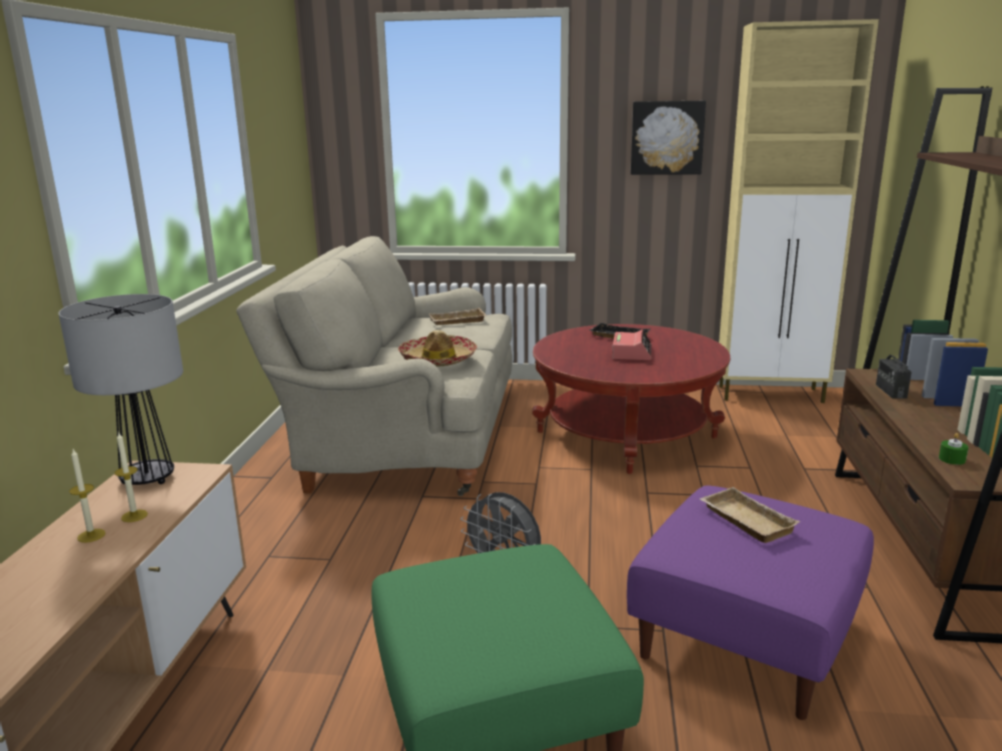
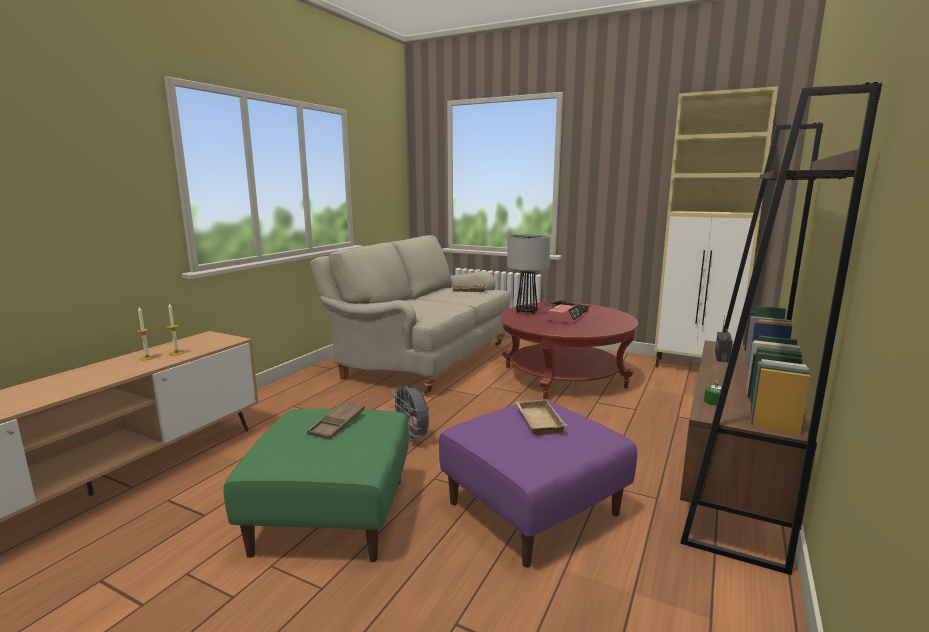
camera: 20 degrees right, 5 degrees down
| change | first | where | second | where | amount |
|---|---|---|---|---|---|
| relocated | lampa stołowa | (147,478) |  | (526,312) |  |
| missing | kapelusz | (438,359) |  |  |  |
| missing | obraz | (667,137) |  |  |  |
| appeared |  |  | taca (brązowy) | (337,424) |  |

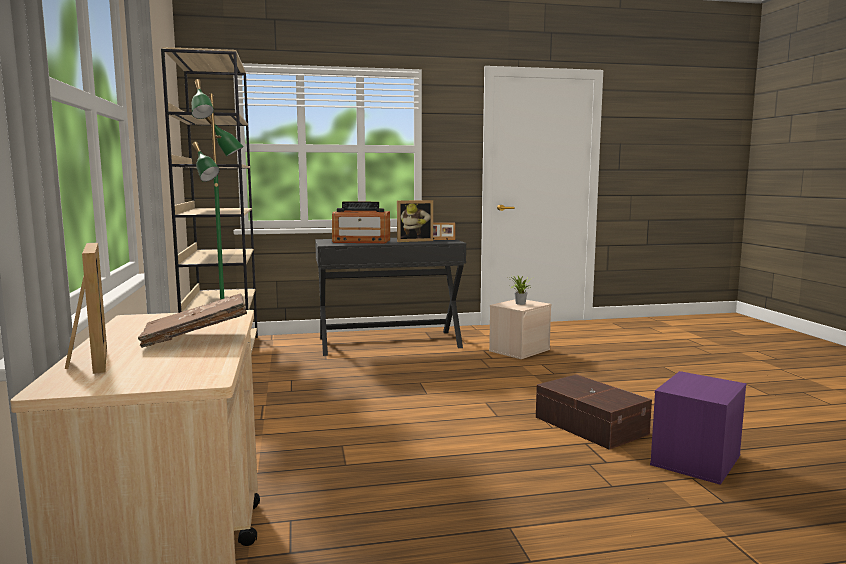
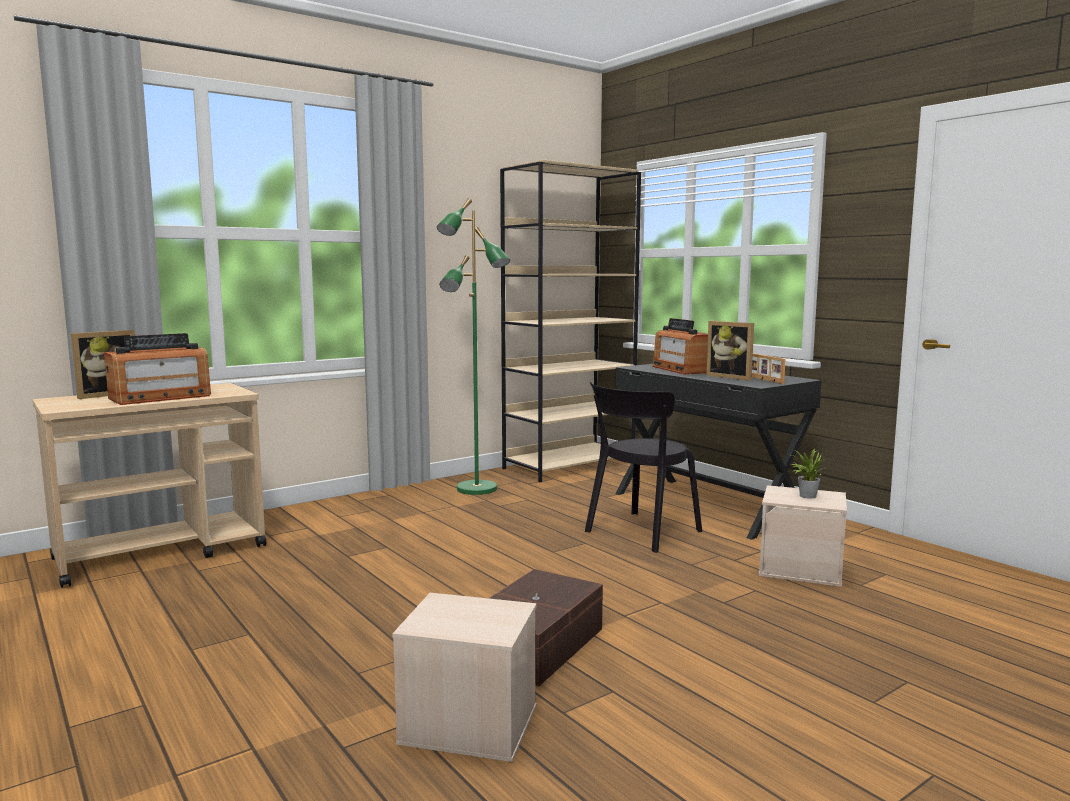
camera: 65 degrees right, 0 degrees up
| change | first | where | second | where | amount |
|---|---|---|---|---|---|
| exchanged | książka (brązowy) | (196,338) | radio | (160,397) |  |
| colour | pojemnik do przechowywania (fioletowy) | (696,461) | pojemnik do przechowywania (beżowy) | (467,725) |  |
| appeared |  |  | krzesło (czarny) | (640,533) |  |

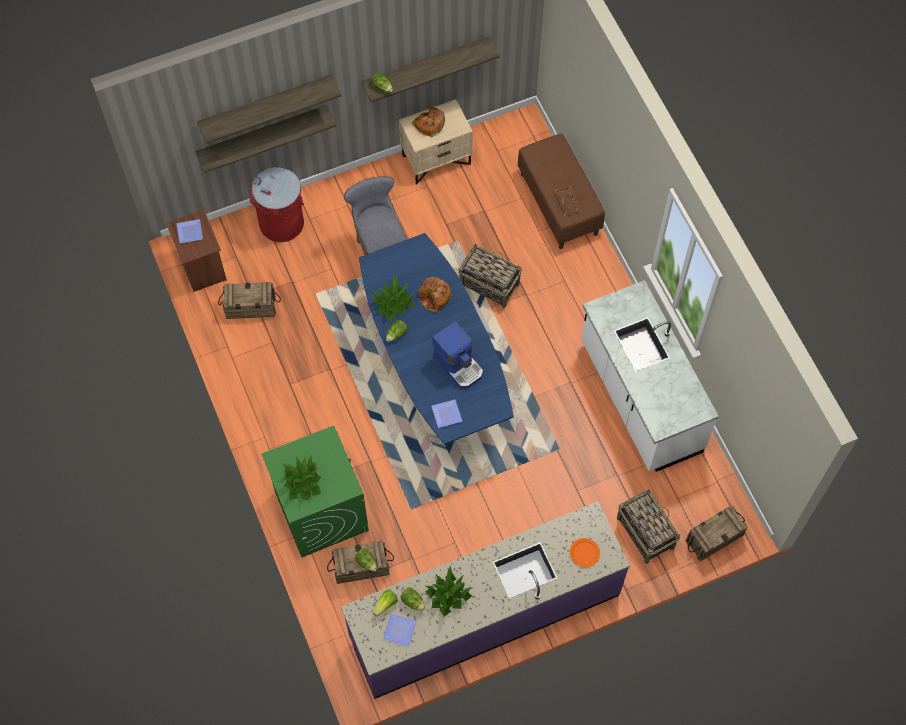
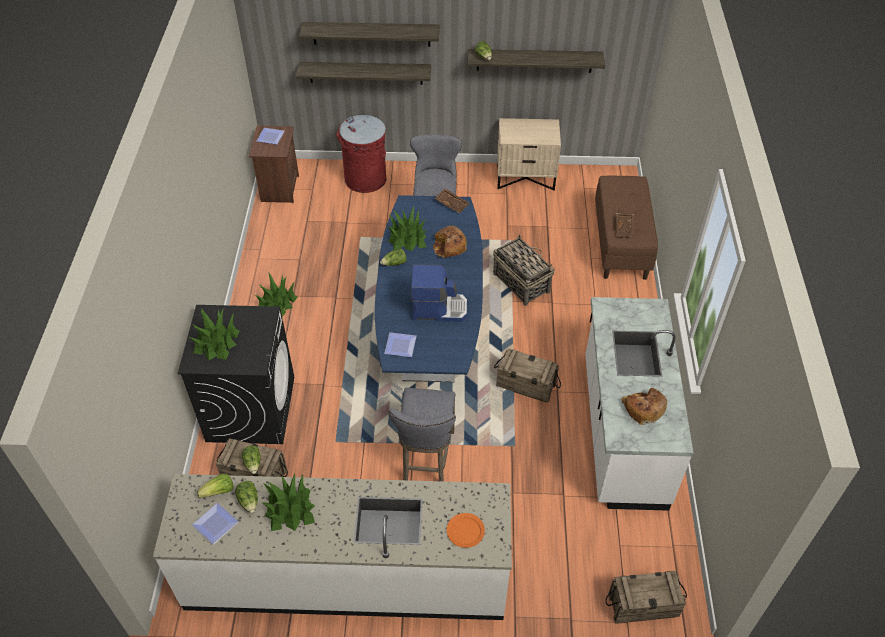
camera: 25 degrees right, 15 degrees down
| change | first | where | second | where | amount |
|---|---|---|---|---|---|
| relocated | skrzynka | (250,307) |  | (525,385) |  |
| colour | pralka (zielony) | (321,510) | pralka (czarny) | (251,408) |  |
| colour | zabudowa kuchenna (fioletowy) | (484,616) | zabudowa kuchenna (biały) | (347,576) |  |
| relocated | chleb | (429,124) |  | (643,408) |  |
| spun | ekspres do kawy | (459,364) |  | (439,308) | 75 degrees counterclockwise |
| missing | koszyk | (645,532) |  |  |  |
| appeared |  |  | roślina doniczkowa | (277,302) |  |
| appeared |  |  | stołek (szary) | (426,460) |  |
| appeared |  |  | taca (brązowy) | (452,204) |  |

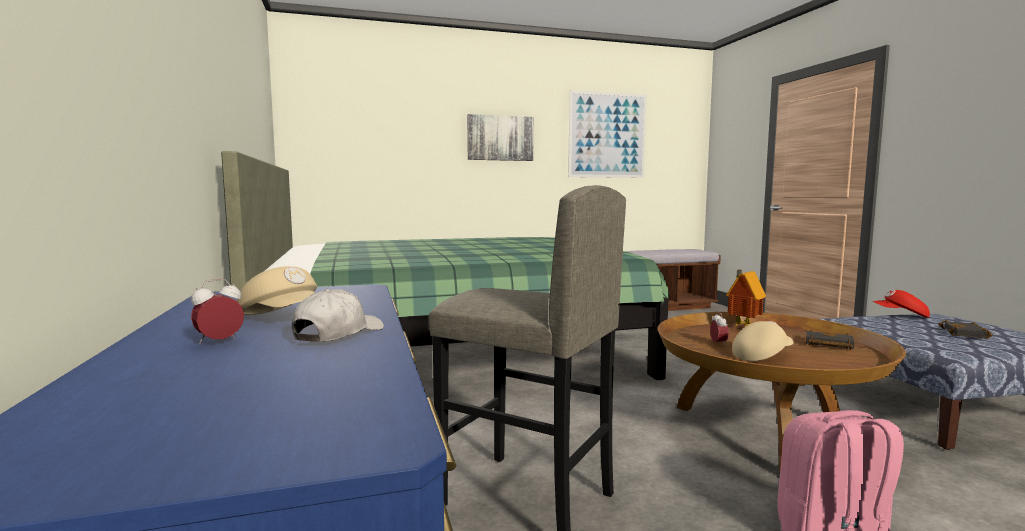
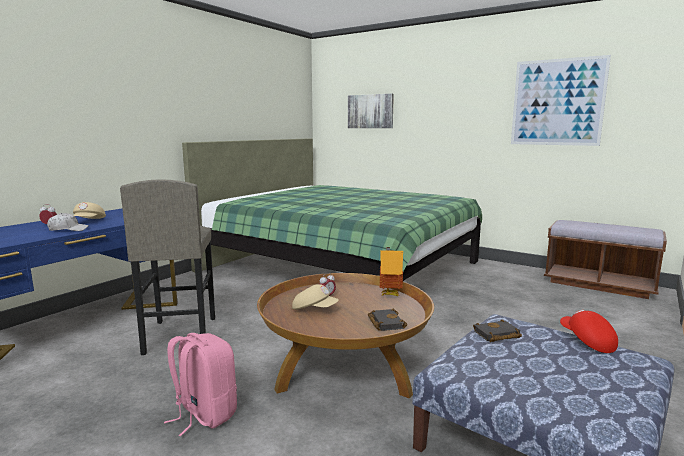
camera: 50 degrees right, 5 degrees up
| change | first | where | second | where | amount |
|---|---|---|---|---|---|
| relocated | obraz | (500,138) |  | (370,111) |  |
| relocated | książka (czarny) | (966,334) |  | (496,335) |  |

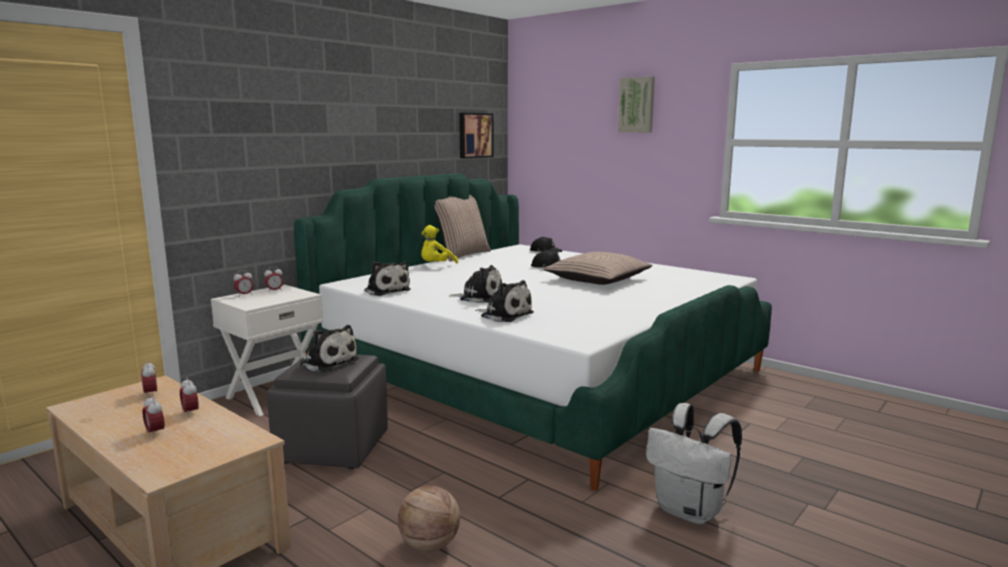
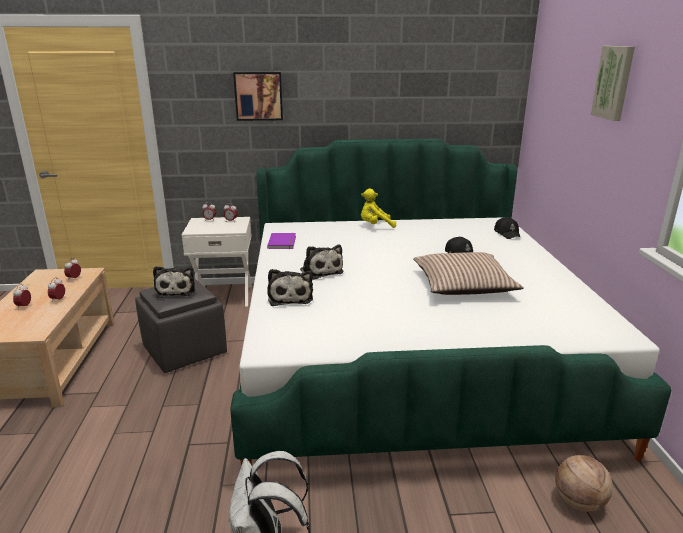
camera: 45 degrees right, 10 degrees up
| change | first | where | second | where | amount |
|---|---|---|---|---|---|
| exchanged | pluszak | (386,291) | książka (fioletowy) | (283,242) |  |
| relocated | piłka do koszykówki | (429,545) |  | (578,502) |  |
| missing | poduszka | (461,255) |  |  |  |
| relocated | obraz | (474,135) |  | (258,96) |  |

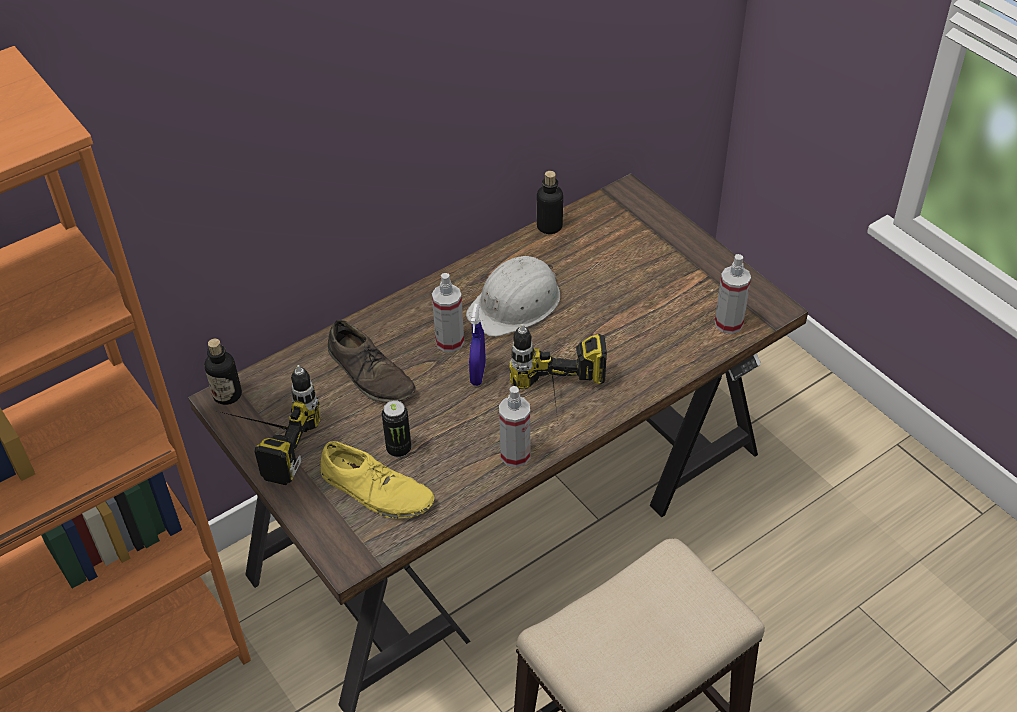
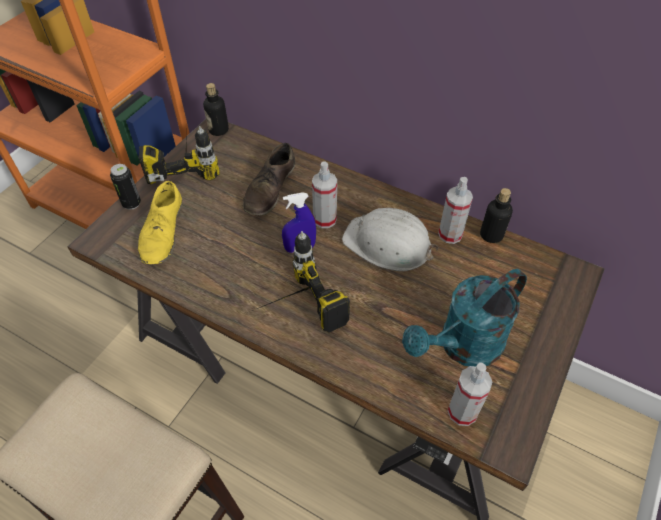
camera: 65 degrees right, 5 degrees up
| change | first | where | second | where | amount |
|---|---|---|---|---|---|
| relocated | puszka | (399,449) |  | (131,203) |  |
| relocated | spryskiwacz | (515,455) |  | (450,234) |  |
| appeared |  |  | konewka (turkusowy) | (462,346) |  |

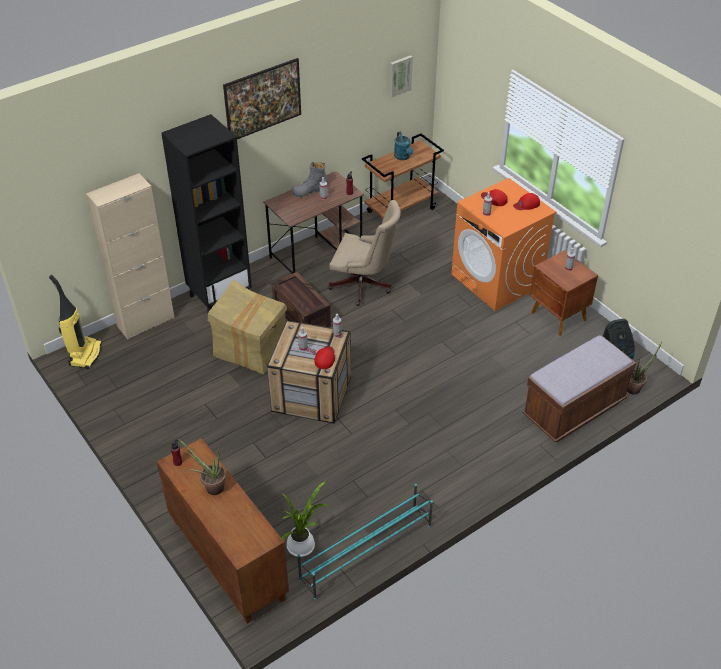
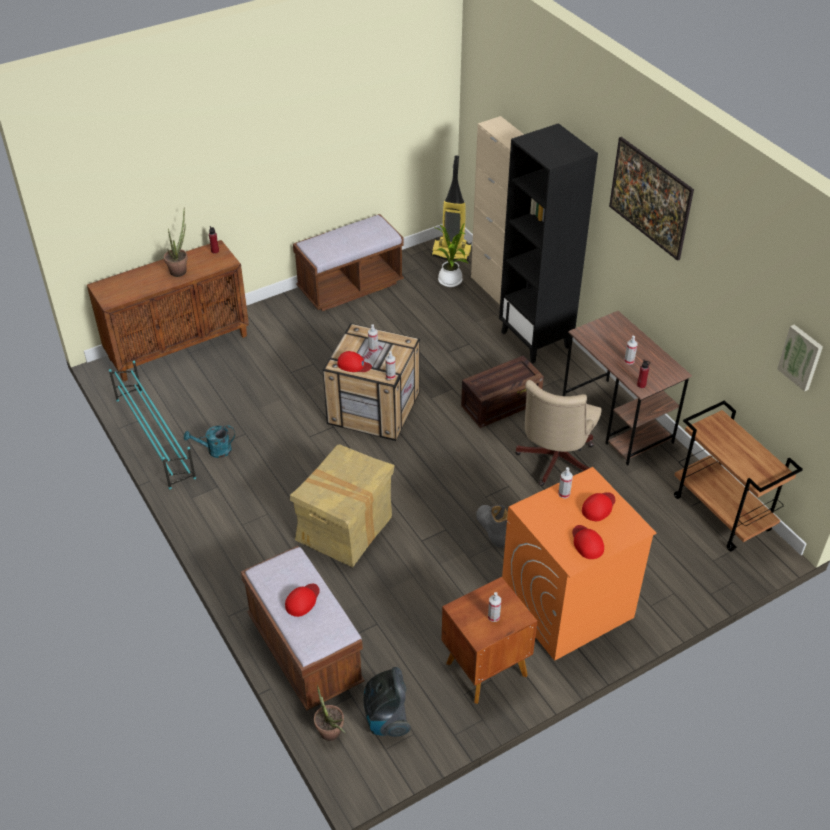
camera: 95 degrees right, 0 degrees up
| change | first | where | second | where | amount |
|---|---|---|---|---|---|
| relocated | karton | (250,348) |  | (345,528) |  |
| relocated | roślina doniczkowa | (303,545) |  | (450,282) |  |
| relocated | but z cholewką (szary) | (310,190) |  | (492,529) |  |
| relocated | konewka (turkusowy) | (403,157) |  | (215,450) |  |
| appeared |  |  | czapka z daszkiem (czerwony) | (302,600) |  |
| appeared |  |  | ławka (brązowy) | (350,287) |  |

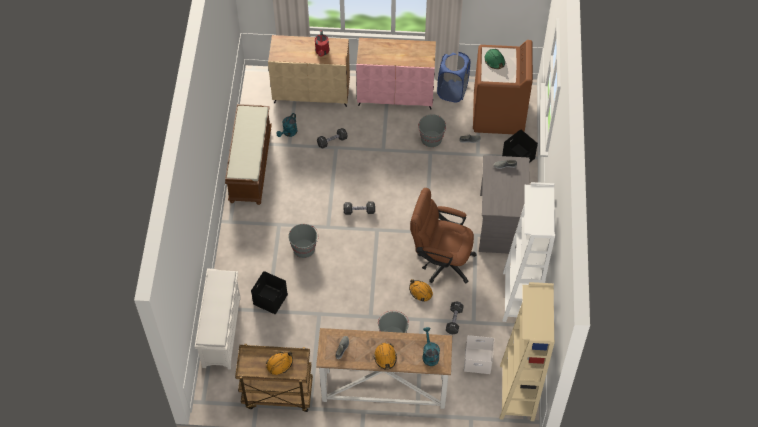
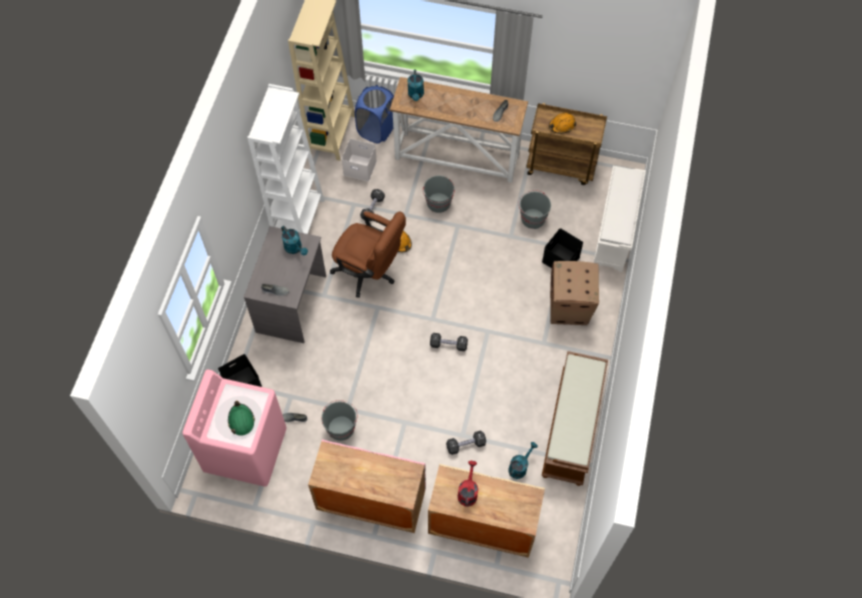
camera: 170 degrees left, 5 degrees up
| change | first | where | second | where | amount |
|---|---|---|---|---|---|
| relocated | wiadro (szary) | (304,248) |  | (532,218) |  |
| missing | kask (pomarańczowy) | (385,357) |  |  |  |
| relocated | kosz na pranie (niebieski) | (452,91) |  | (376,129) |  |
| colour | pralka (brązowy) | (498,114) | pralka (różowy) | (246,449) |  |
| appeared |  |  | konewka (turkusowy) | (295,248) |  |
| appeared |  |  | karton | (569,309) |  |

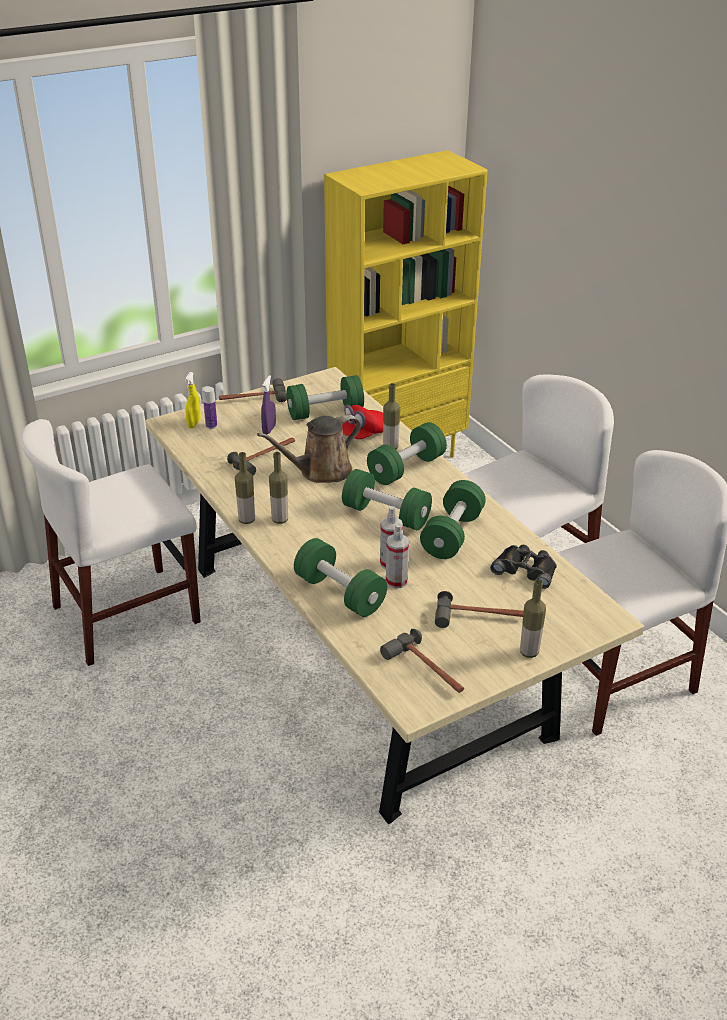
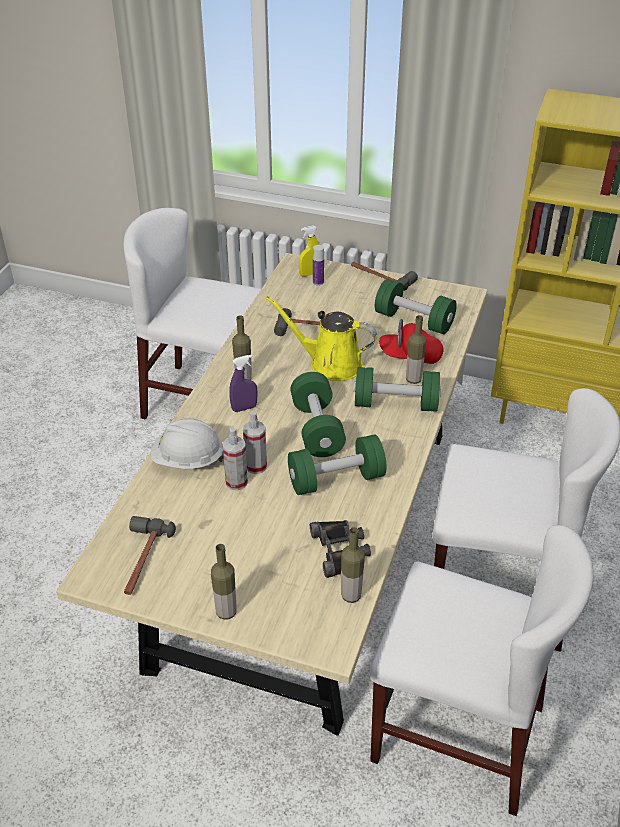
camera: 50 degrees right, 5 degrees up
| change | first | where | second | where | amount |
|---|---|---|---|---|---|
| relocated | butelka | (246,520) |  | (351,595) |  |
| colour | konewka (brązowy) | (321,471) | konewka (żółty) | (330,364) |  |
| relocated | spryskiwacz (fioletowy) | (269,429) |  | (244,408) |  |
| exchanged | hantel (zielony) | (340,593) | kask (biały) | (188,460) |  |
| missing | młotek | (479,617) |  |  |  |

